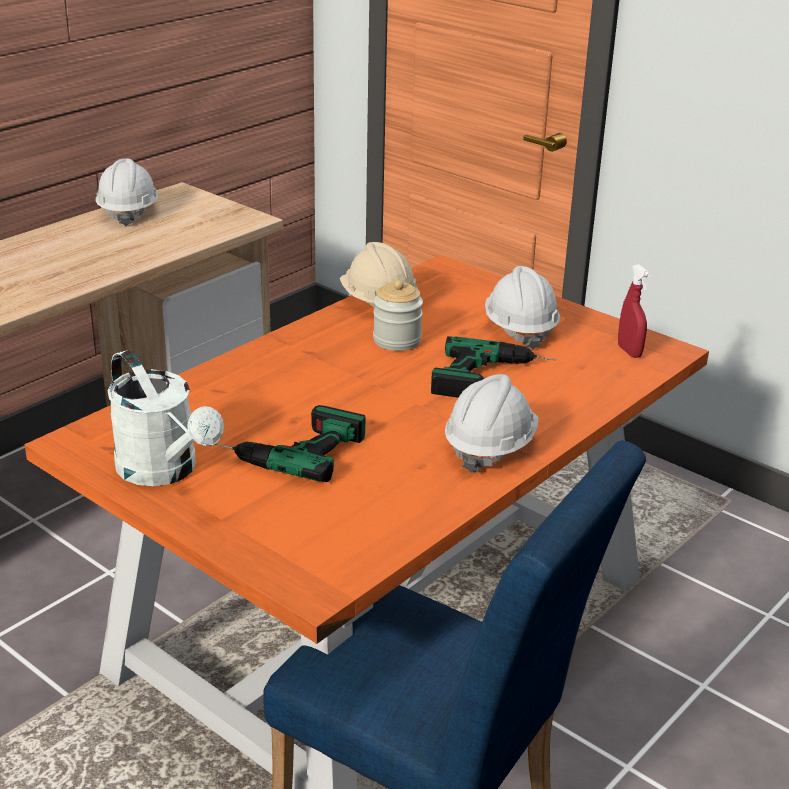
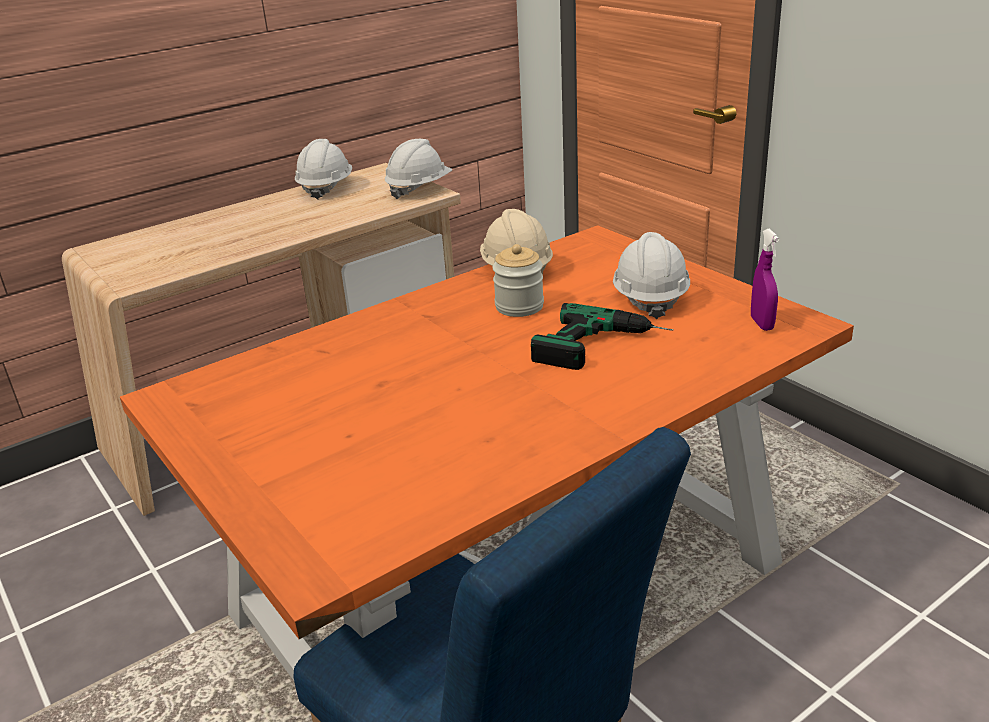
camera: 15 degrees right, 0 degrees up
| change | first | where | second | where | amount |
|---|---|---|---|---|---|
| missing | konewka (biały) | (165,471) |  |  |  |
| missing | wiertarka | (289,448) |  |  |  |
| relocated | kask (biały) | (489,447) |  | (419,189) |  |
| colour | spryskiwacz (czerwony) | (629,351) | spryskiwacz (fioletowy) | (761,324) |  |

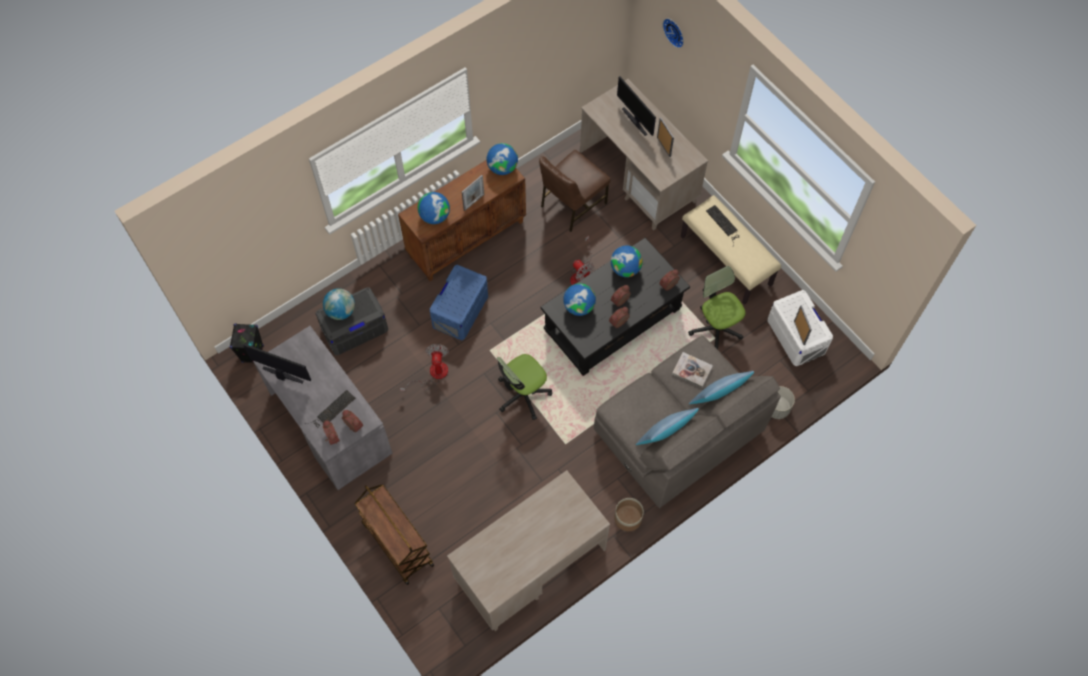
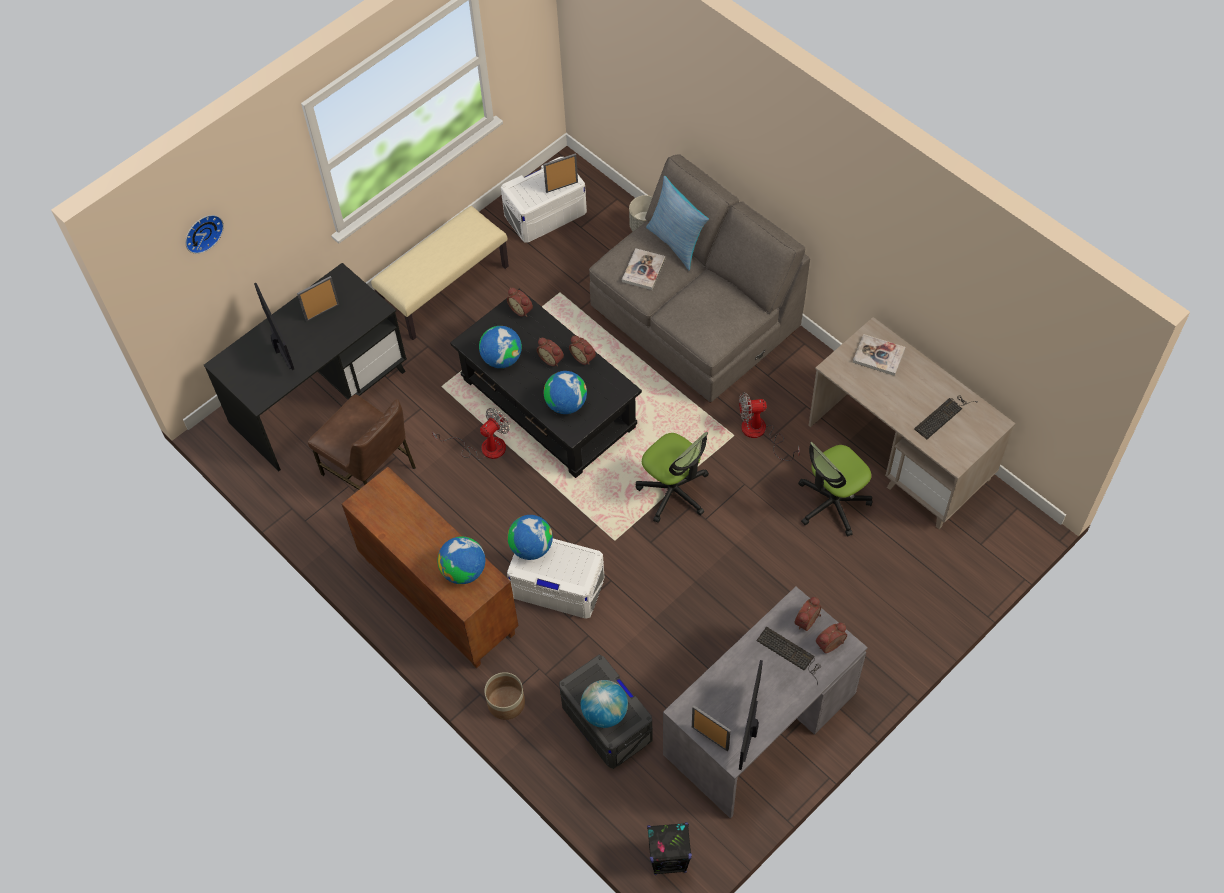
camera: 95 degrees left, 5 degrees down
| change | first | where | second | where | amount |
|---|---|---|---|---|---|
| missing | wózek (brązowy) | (397,543) |  |  |  |
| relocated | wentylator | (433,374) |  | (760,433) |  |
| colour | pojemnik do przechowywania (niebieski) | (460,310) | pojemnik do przechowywania (biały) | (558,586) |  |
| relocated | ramka na zdjęcie | (474,202) |  | (710,738) |  |
| relocated | globus | (502,168) |  | (531,547) |  |
| colour | biurko (beżowy) | (639,177) | biurko (czarny) | (320,395) |  |
| relocated | donica | (628,518) |  | (506,702) |  |
| spun | monitor | (635,121) |  | (279,348) | 75 degrees counterclockwise |
| missing | poduszka | (664,437) |  |  |  |
| relocated | krzesło biurowe | (716,328) |  | (832,504) |  |
| relocated | klawiatura | (723,224) |  | (943,415) |  |
| appeared |  |  | książka | (878,356) |  |

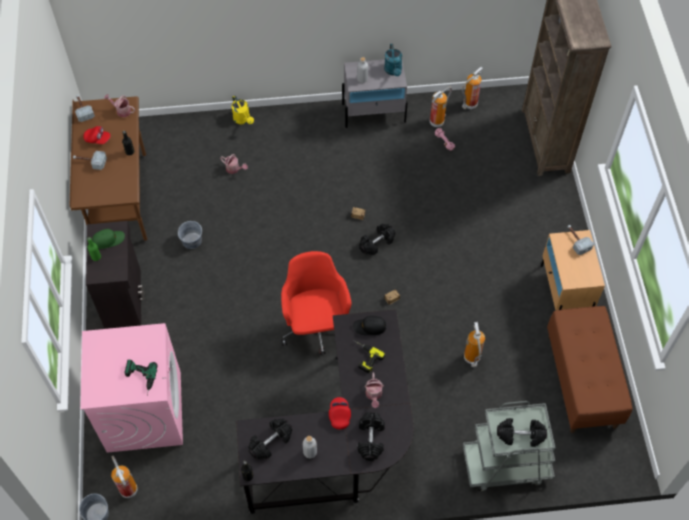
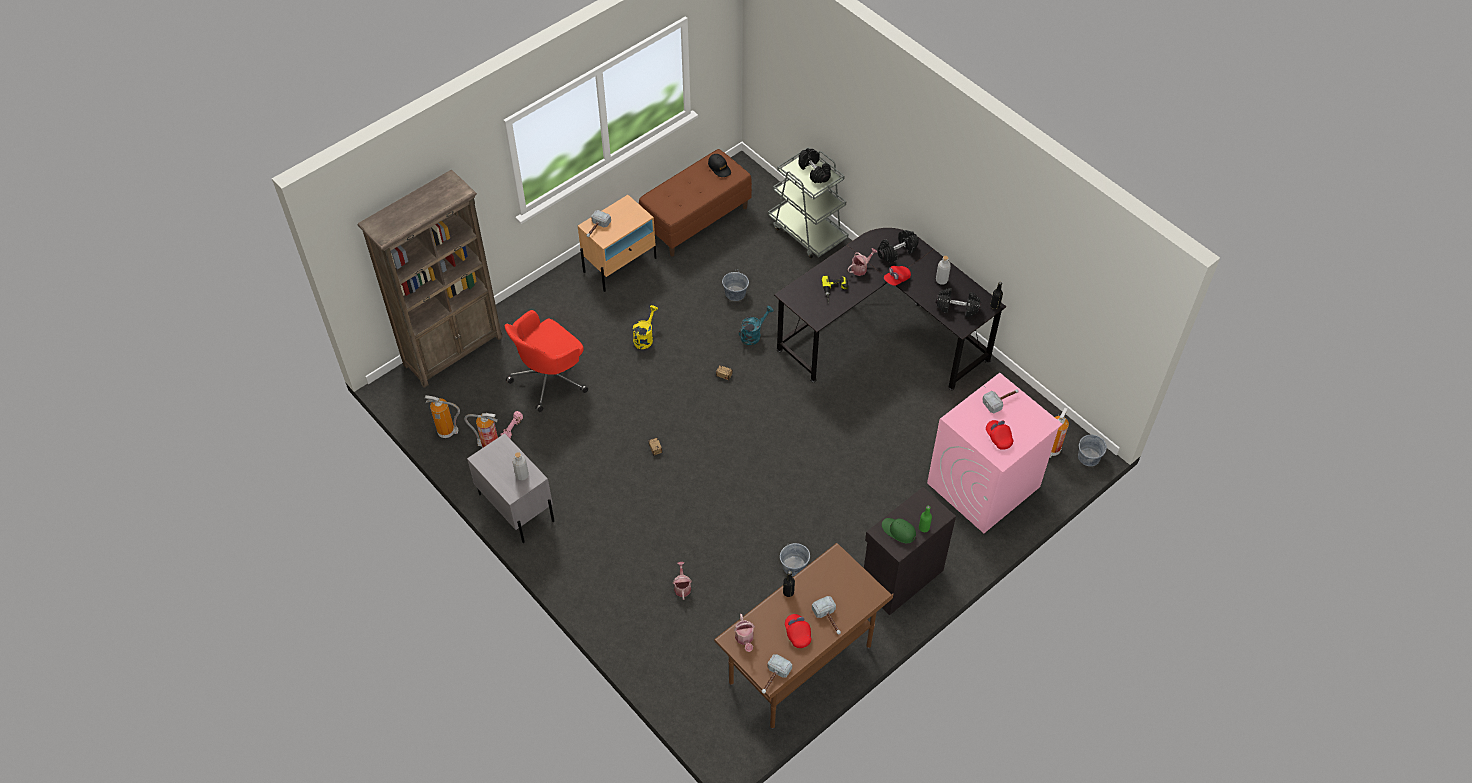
camera: 125 degrees left, 5 degrees down
| change | first | where | second | where | amount |
|---|---|---|---|---|---|
| exchanged | wiertarka | (140,379) | młotek | (1001,401) |  |
| relocated | konewka (żółty) | (243,120) |  | (644,337) |  |
| relocated | krzesło biurowe (czerwony) | (316,326) |  | (550,378) |  |
| relocated | czapka z daszkiem (czarny) | (369,327) |  | (719,168) |  |
| missing | hantel (czarny) | (377,243) |  |  |  |
| relocated | konewka (turkusowy) | (393,71) |  | (753,334) |  |
| exchanged | gaśnica | (472,358) | wiadro (szary) | (735,293) |  |
| appeared |  |  | czapka z daszkiem (czerwony) | (998,438) |  |

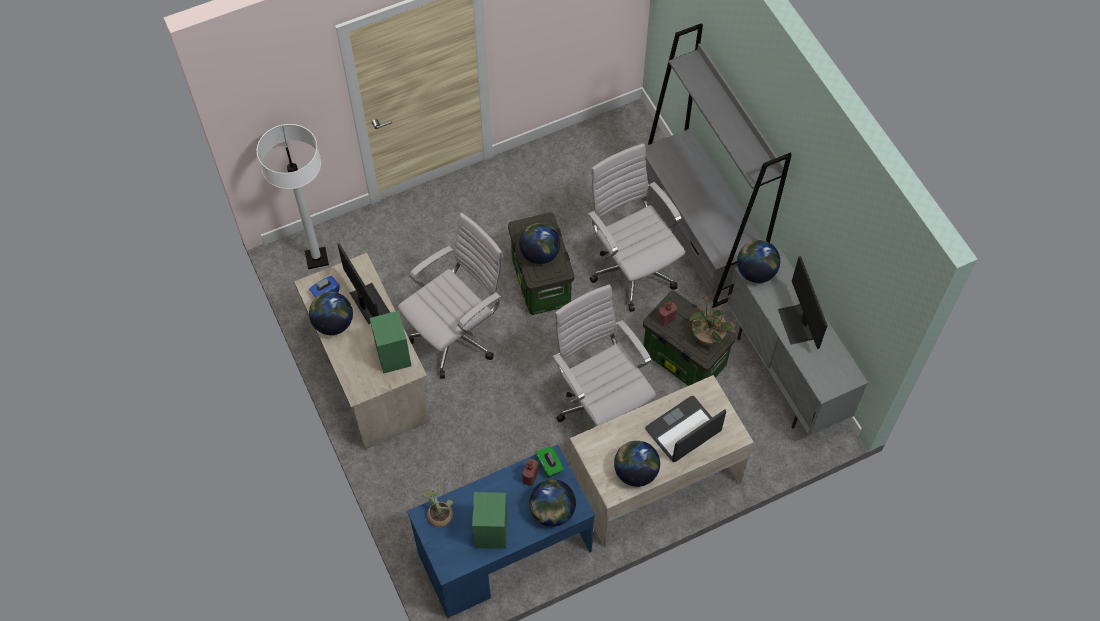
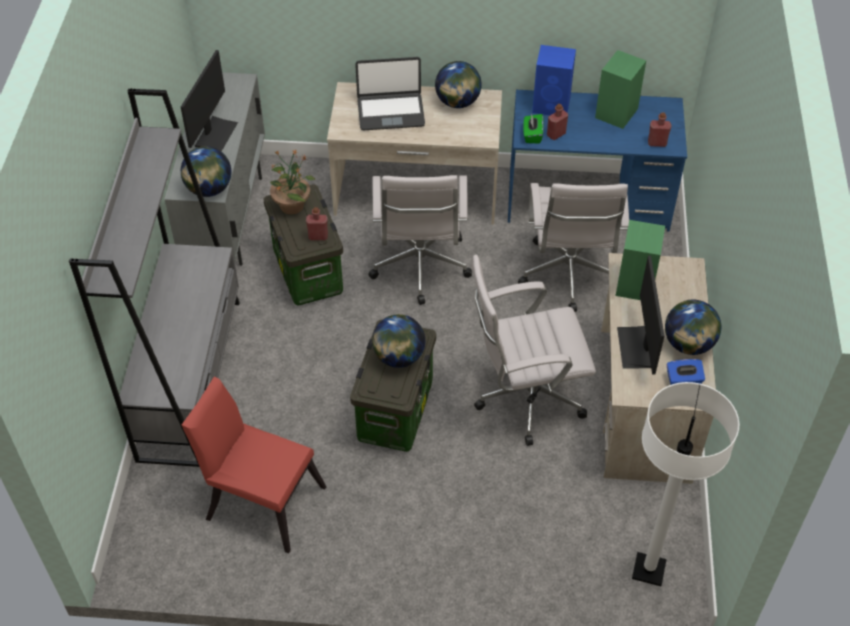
camera: 150 degrees left, 10 degrees down
| change | first | where | second | where | amount |
|---|---|---|---|---|---|
| exchanged | roślina doniczkowa | (439,513) | butelka (czerwony) | (657,143) |  |
| exchanged | globus | (552,511) | głośnik (niebieski) | (552,105) |  |
| relocated | krzesło biurowe (biały) | (631,269) |  | (568,277) |  |
| appeared |  |  | krzesło (czerwony) | (260,499) |  |

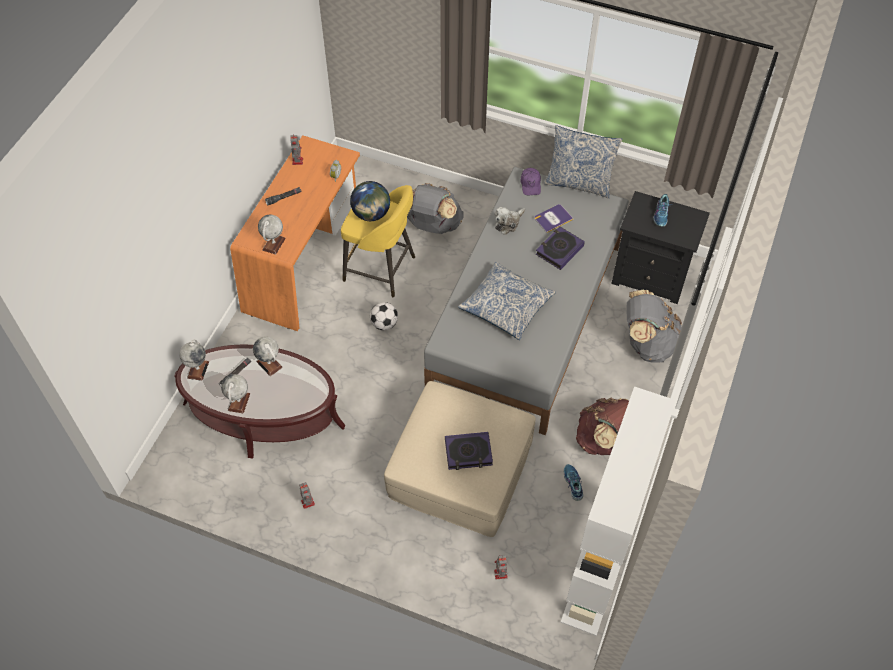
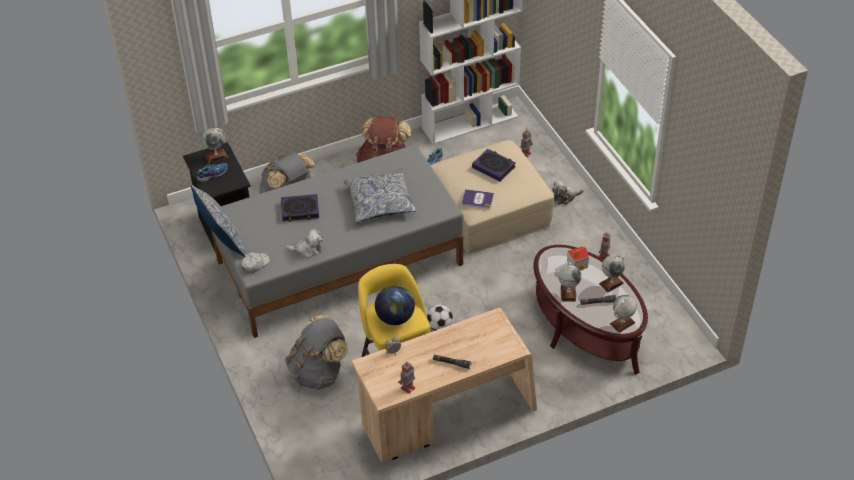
camera: 135 degrees left, 10 degrees down
| change | first | where | second | where | amount |
|---|---|---|---|---|---|
| colour | biurko (pomarańczowy) | (305,262) | biurko (beżowy) | (447,416) |  |
| relocated | globus | (274,244) |  | (216,156) |  |
| colour | czapka z daszkiem (fioletowy) | (530,184) | czapka z daszkiem (biały) | (255,264) |  |
| relocated | książka | (553,218) |  | (477,199) |  |
| appeared |  |  | pluszak | (565,197) |  |
| appeared |  |  | domek | (577,264) |  |

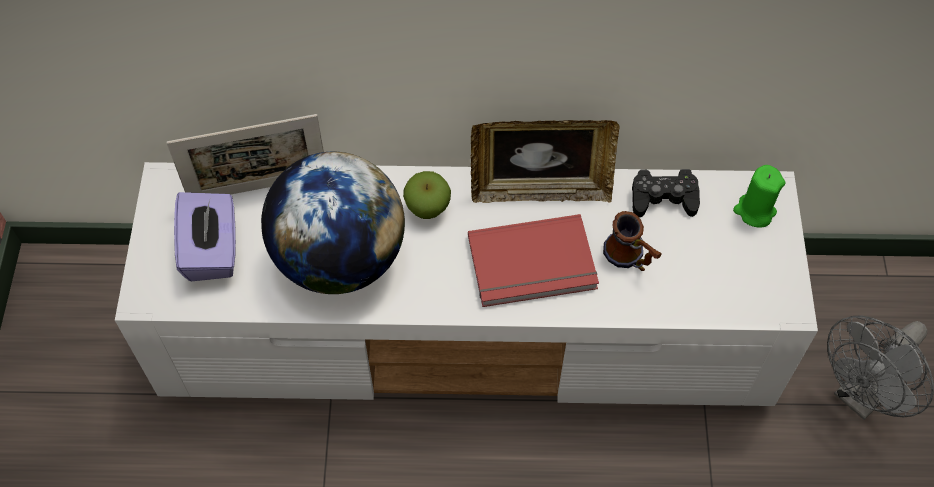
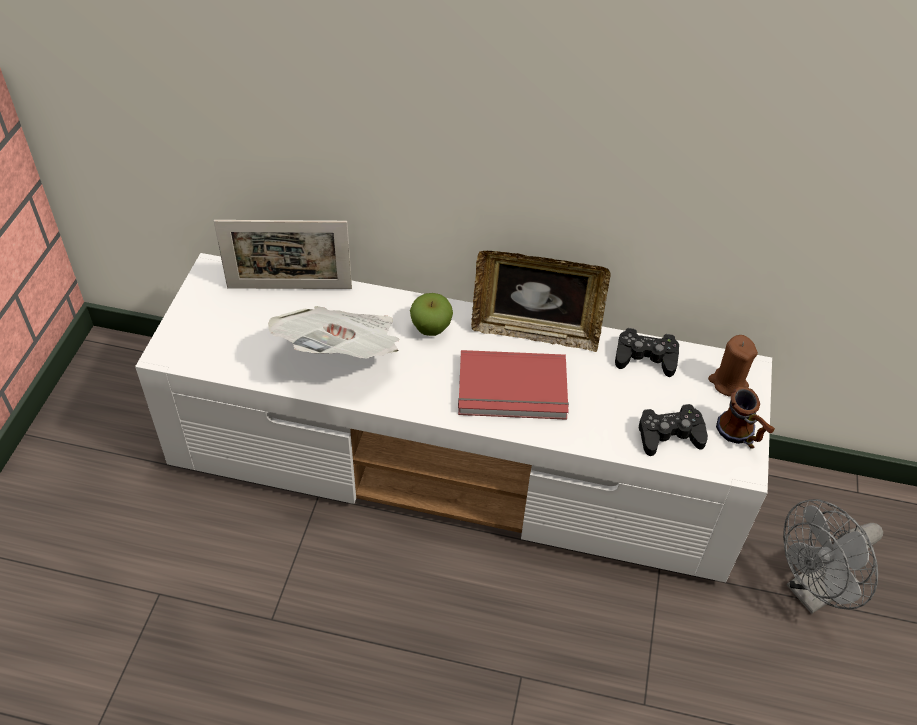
camera: 10 degrees right, 10 degrees down
| change | first | where | second | where | amount |
|---|---|---|---|---|---|
| missing | pudełko chusteczek (fioletowy) | (212,250) |  |  |  |
| exchanged | globus | (340,258) | gazeta | (343,354) |  |
| relocated | kubek | (630,259) |  | (741,436) |  |
| colour | świeca (zielony) | (754,211) | świeca (brązowy) | (728,383) |  |
| appeared |  |  | pad do gier (czarny) | (669,435) |  |

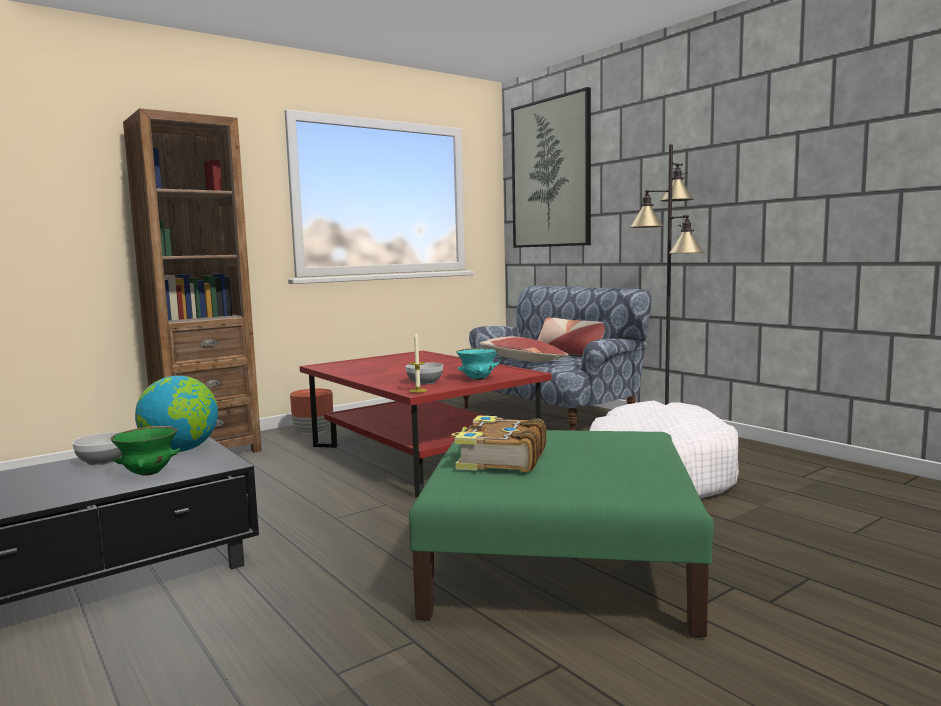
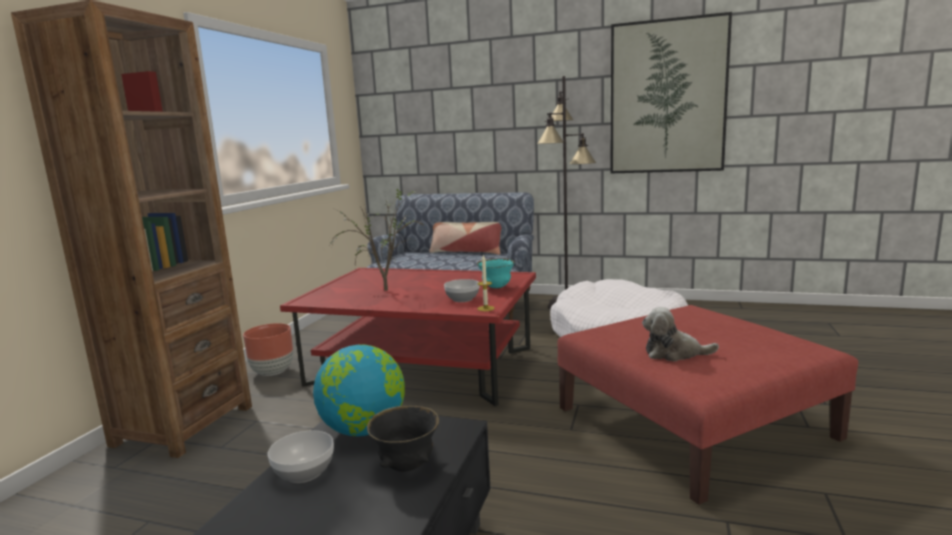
camera: 35 degrees left, 5 degrees up
| change | first | where | second | where | amount |
|---|---|---|---|---|---|
| colour | miska (zielony) | (149,473) | miska (czarny) | (407,466) |  |
| colour | pufa (zielony) | (561,565) | pufa (czerwony) | (694,423) |  |
| exchanged | książka | (500,459) | pluszak | (674,353) |  |
| missing | poduszka | (521,360) |  |  |  |
| relocated | obraz | (550,173) |  | (667,97) |  |
| appeared |  |  | roślina doniczkowa | (386,289) |  |

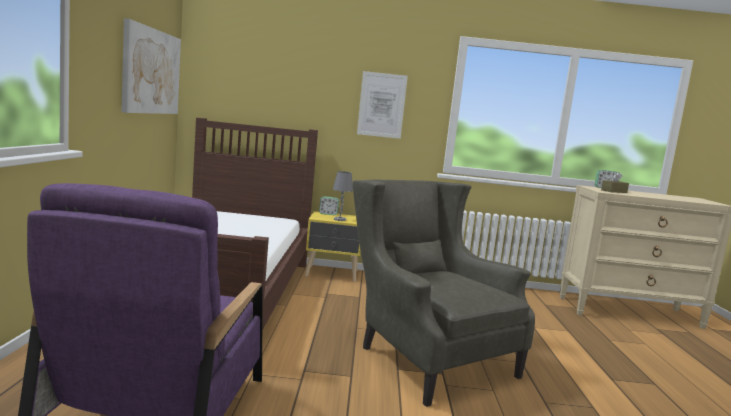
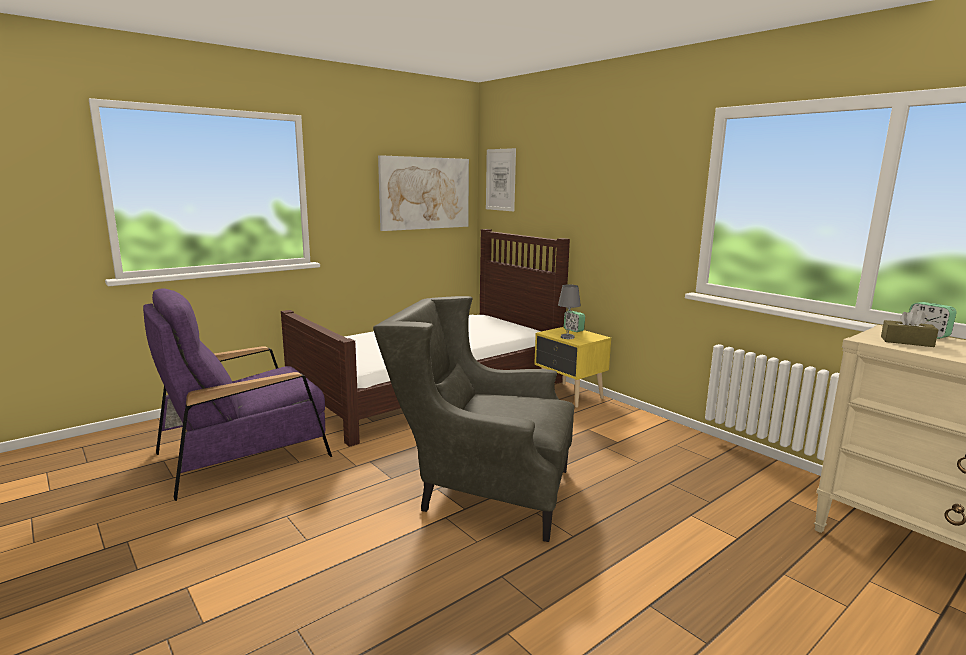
camera: 50 degrees right, 5 degrees up
| change | first | where | second | where | amount |
|---|---|---|---|---|---|
| spun | fotel (szary) | (425,357) |  | (482,490) | 90 degrees counterclockwise |
| relocated | obraz | (382,105) |  | (500,180) |  |

